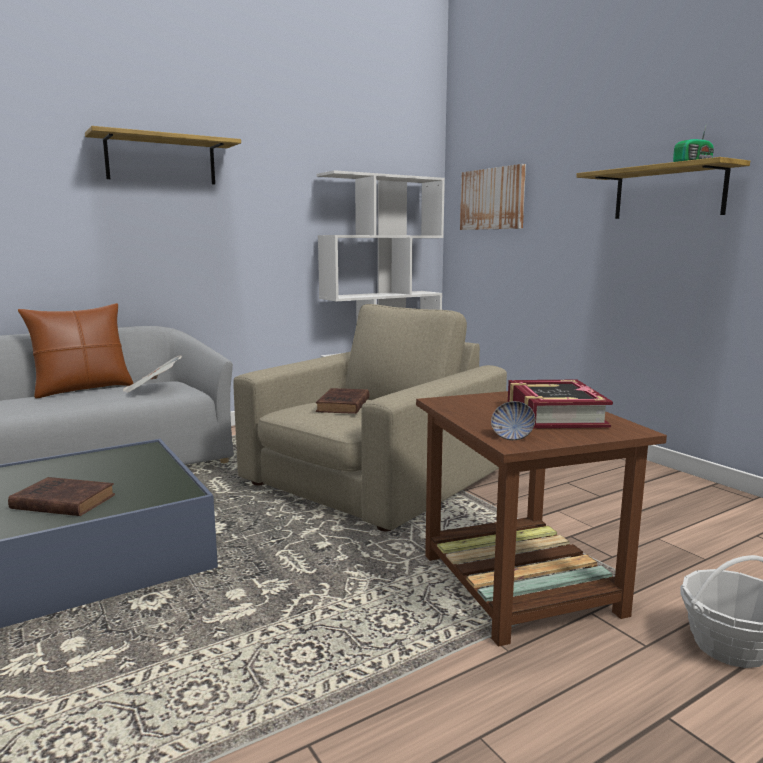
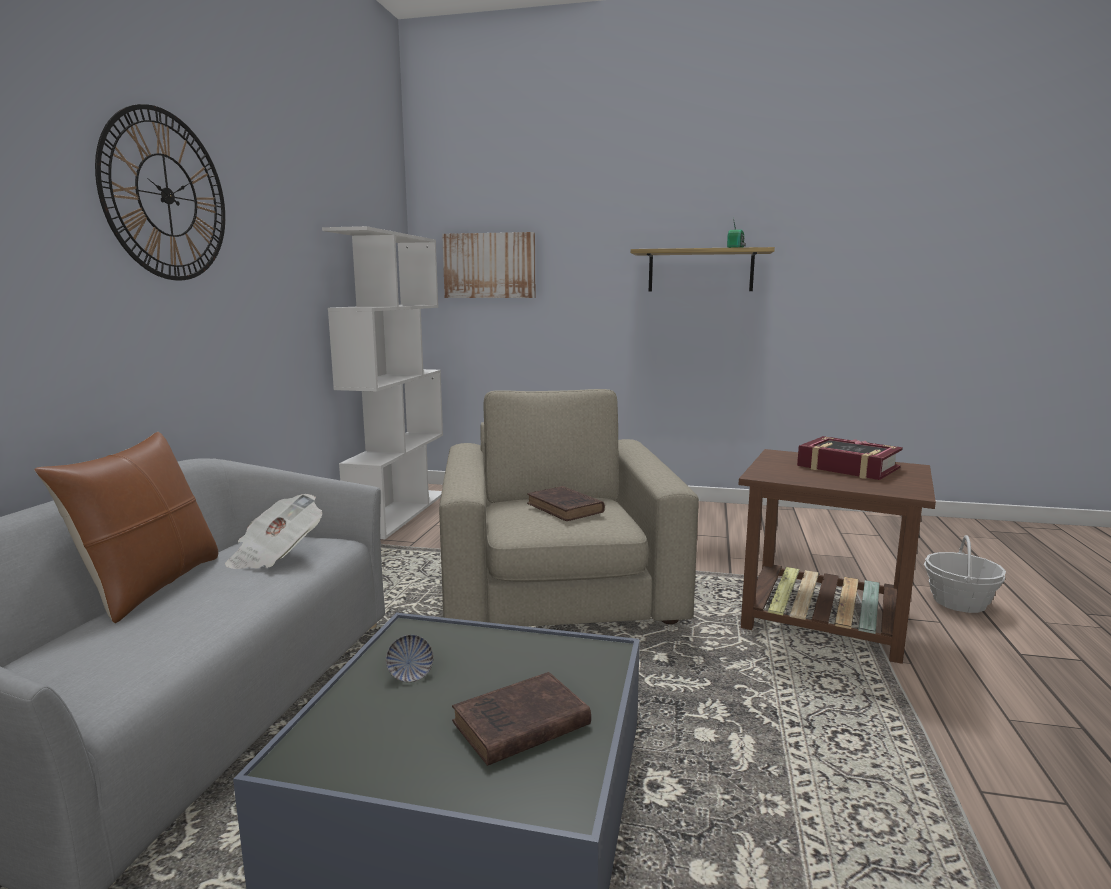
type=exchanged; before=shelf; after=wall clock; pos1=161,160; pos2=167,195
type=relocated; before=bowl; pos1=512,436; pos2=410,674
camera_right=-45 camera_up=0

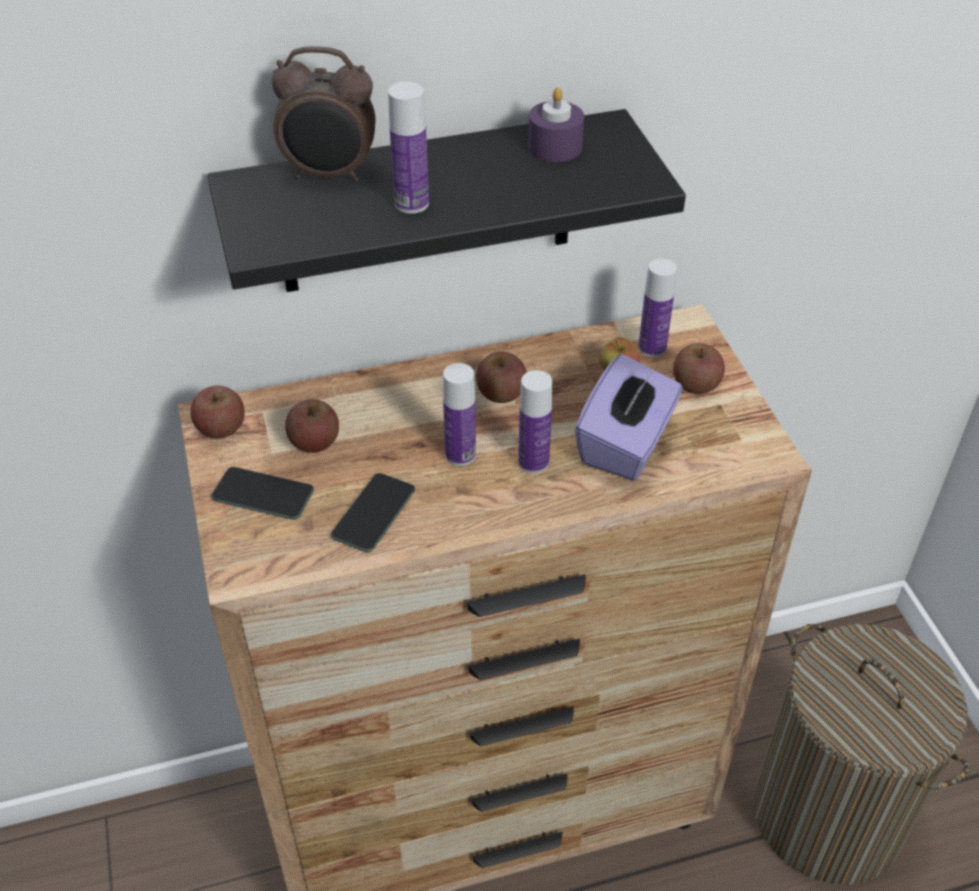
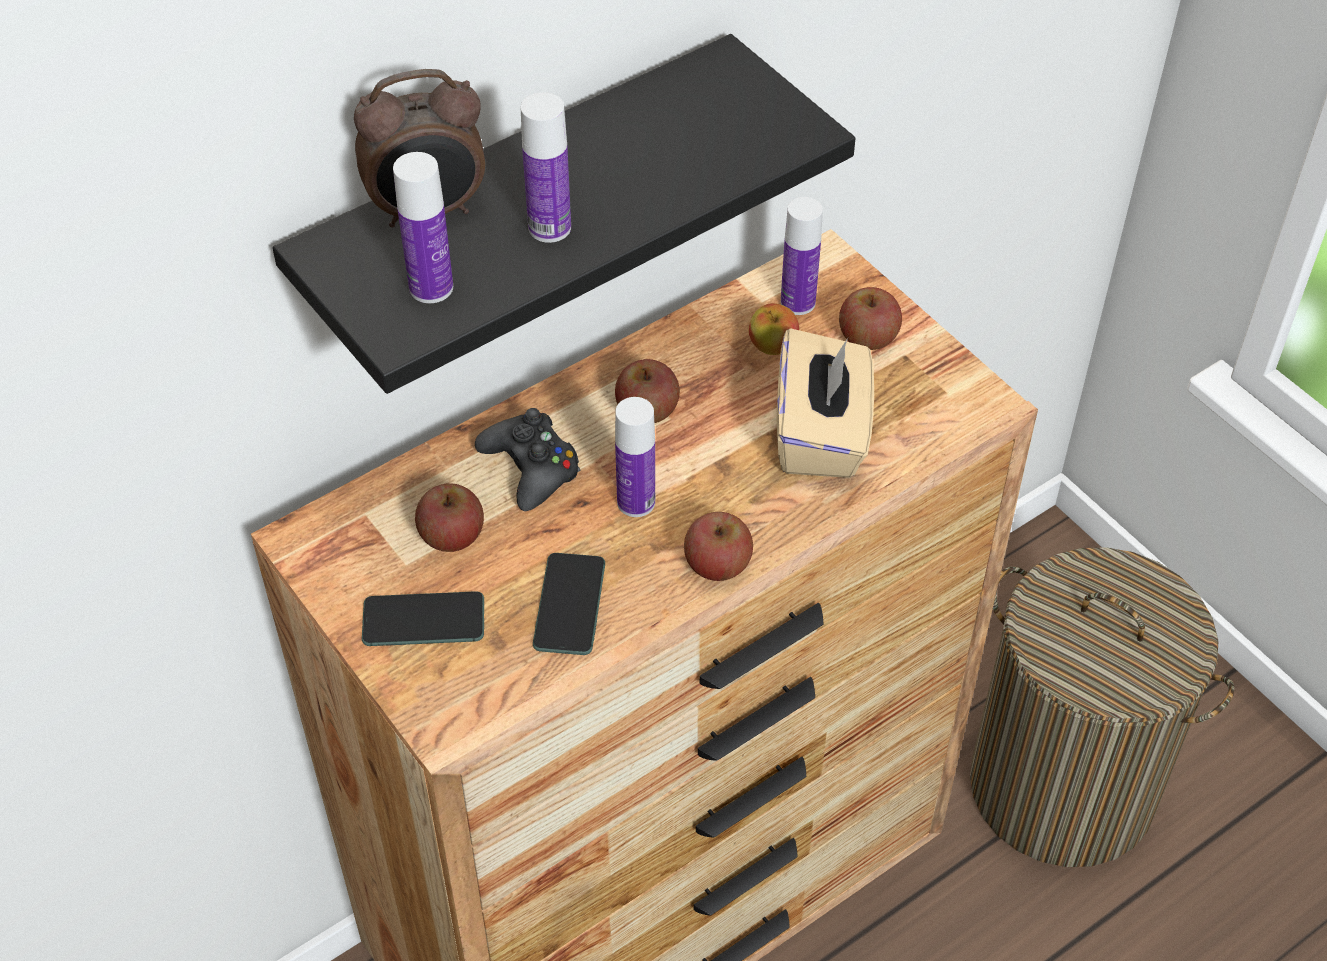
type=relocated; before=bottle; pos1=533,462; pos2=431,287
type=appeared; after=game controller (black); pos2=531,468
type=relocated; before=apple; pos1=221,428; pos2=717,564
type=colour; before=tissue box (purple); after=tissue box (beige); pos1=626,444; pos2=821,434
type=missing; before=candle (purple); pos1=555,147
camera_right=-20 camera_up=5

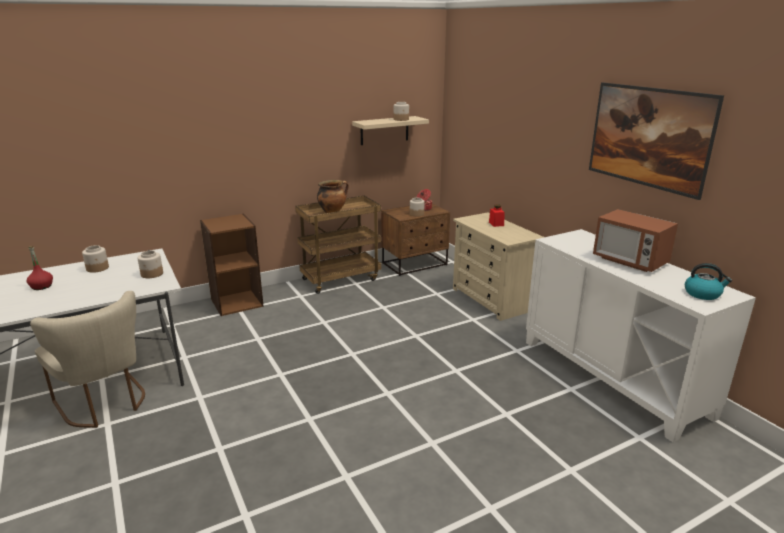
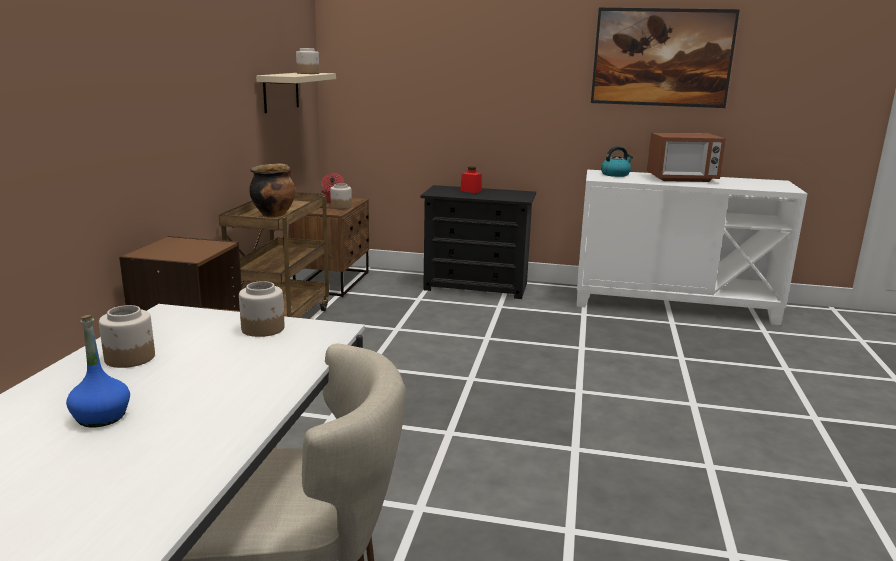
type=colour; before=bottle (red); after=bottle (blue); pos1=41,286; pos2=101,417
type=colour; before=dresser (beige); after=dresser (black); pos1=491,299; pos2=476,286
type=relocated; before=kettle; pos1=703,294; pos2=615,174
camera_right=-50 camera_up=-5

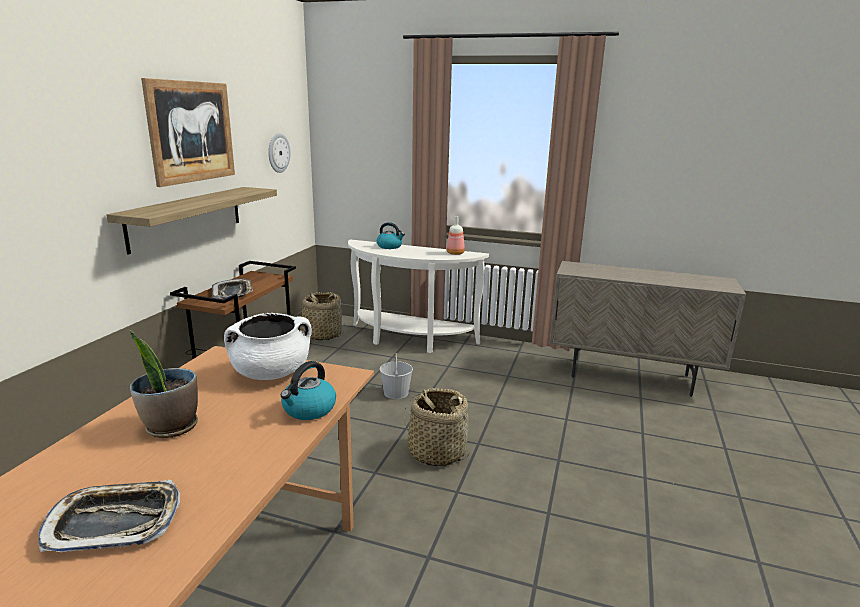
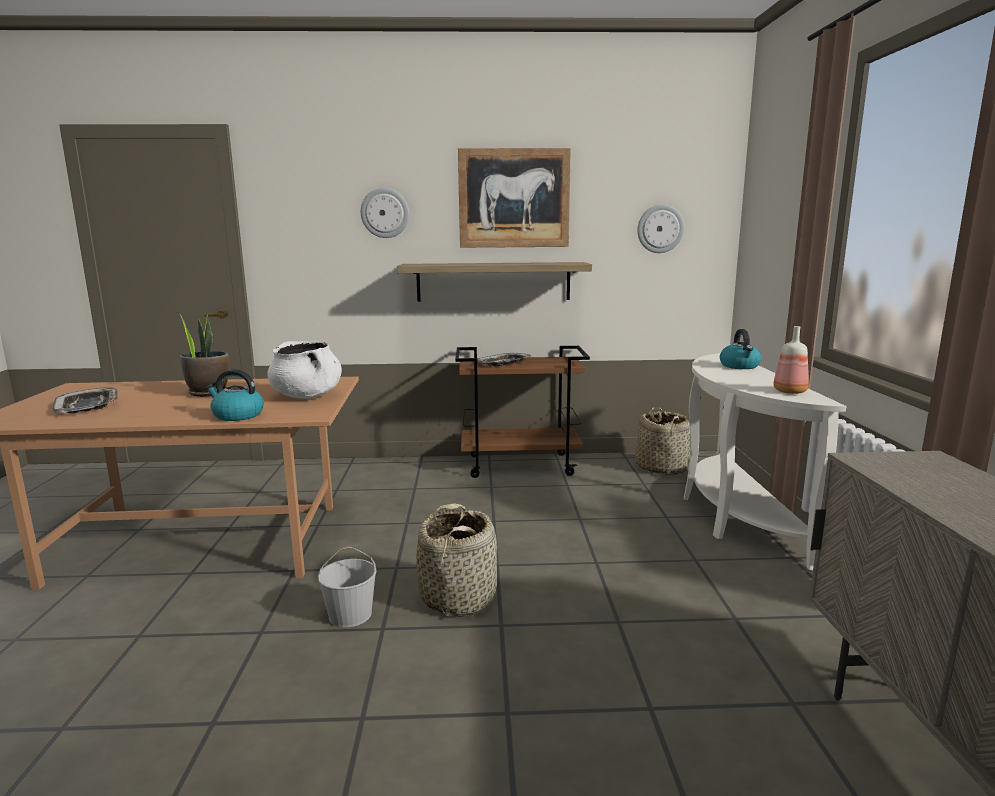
type=relocated; before=bucket (white); pos1=396,392; pos2=351,614
type=appeared; after=wall clock; pos2=385,213
camera_right=70 camera_up=-5

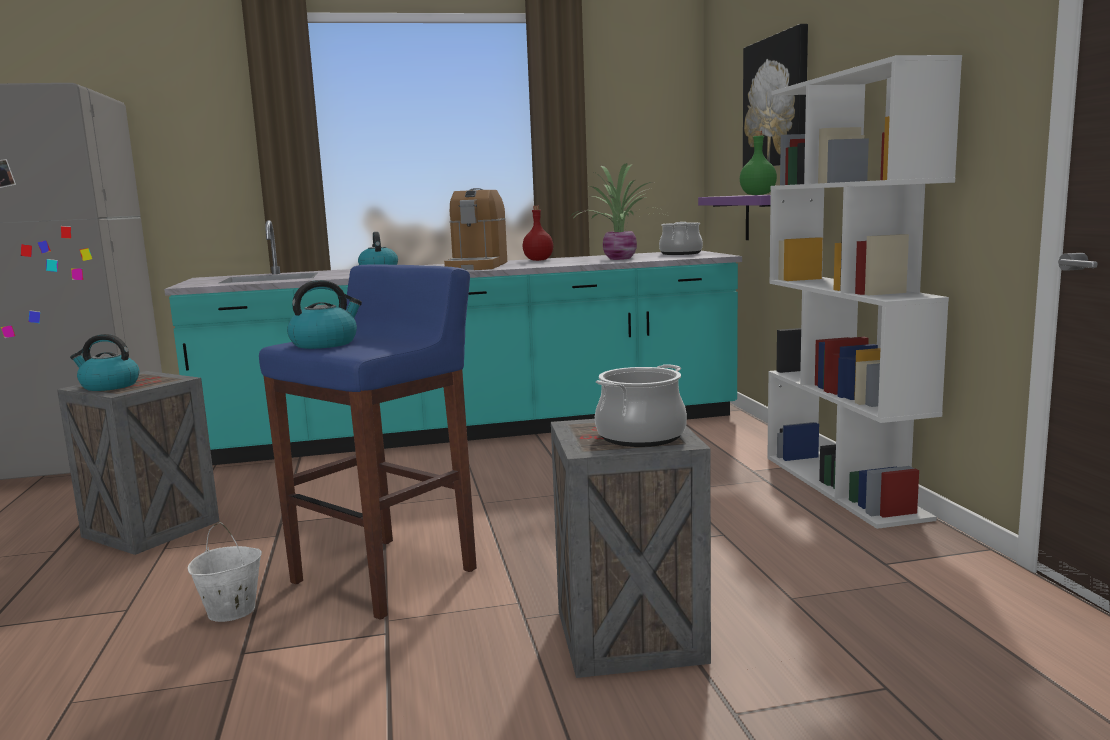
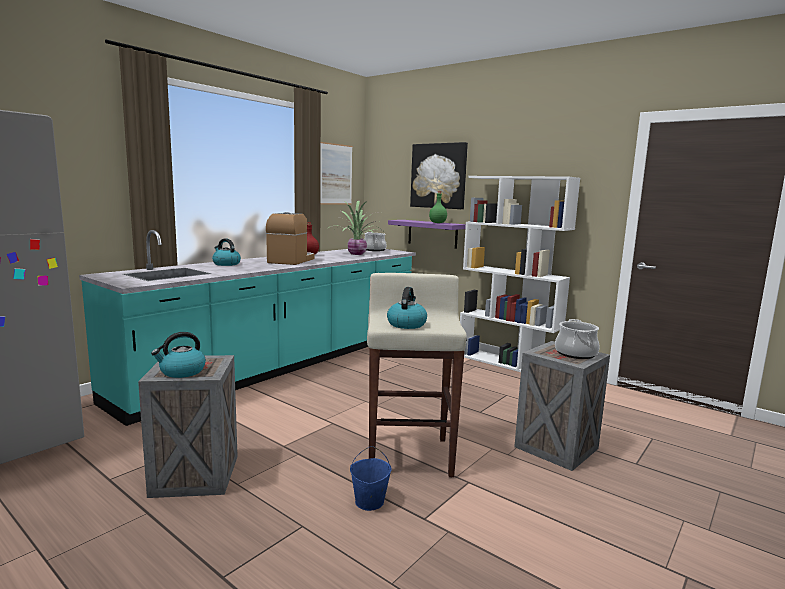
type=spun; before=coffee machine; pos1=477,266; pos2=291,260; turn=-135
type=appeared; after=picture; pos2=336,174
type=colour; before=bucket (white); after=bucket (blue); pos1=231,611; pos2=369,502
type=colour; before=stool (blue); after=stool (beige); pos1=387,575; pos2=409,455
camera_right=-40 camera_up=0

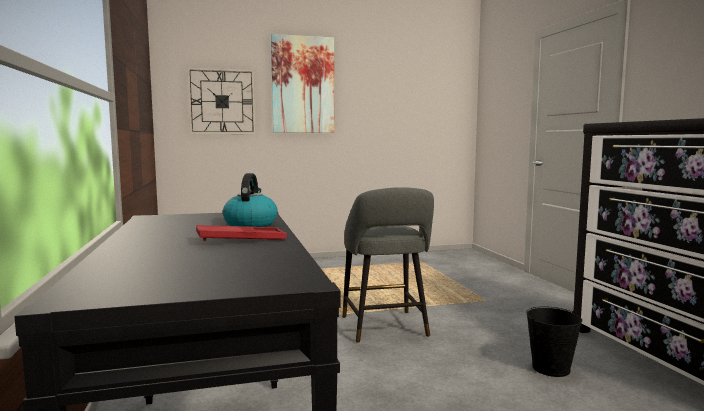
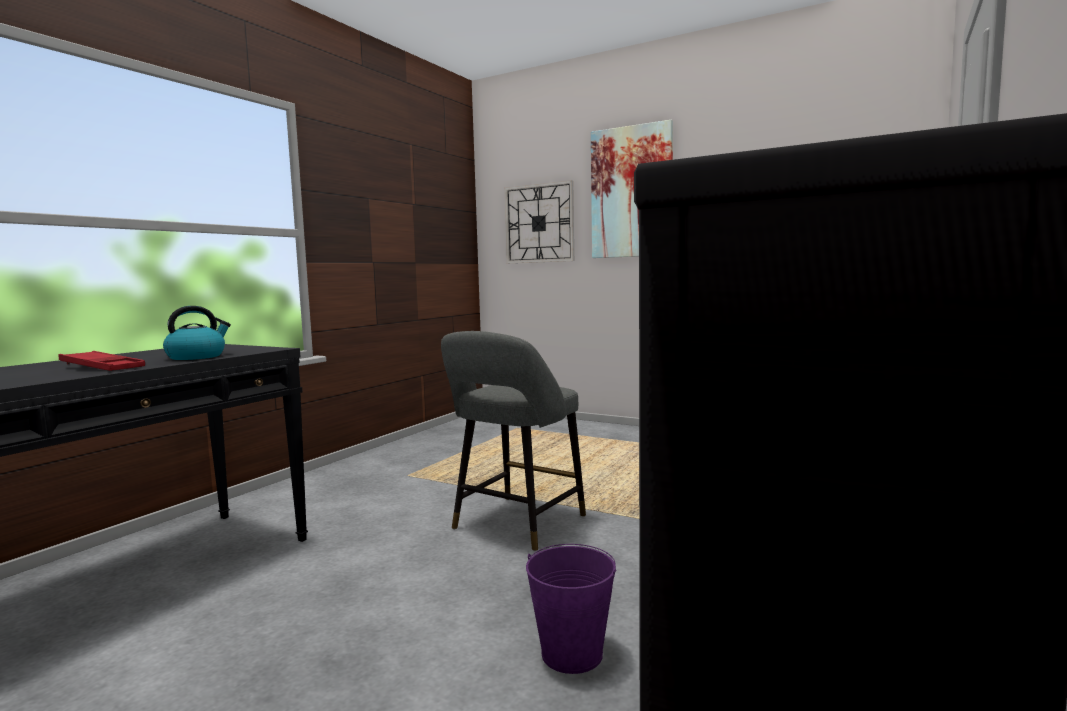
type=colour; before=bucket (black); after=bucket (purple); pos1=551,368; pos2=572,654
camera_right=45 camera_up=0

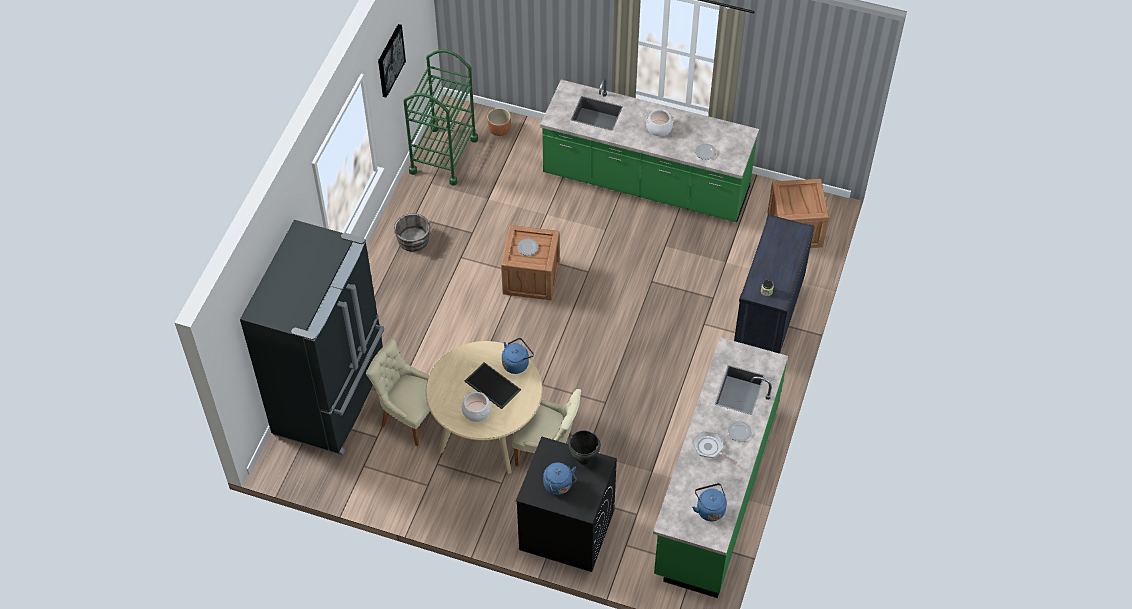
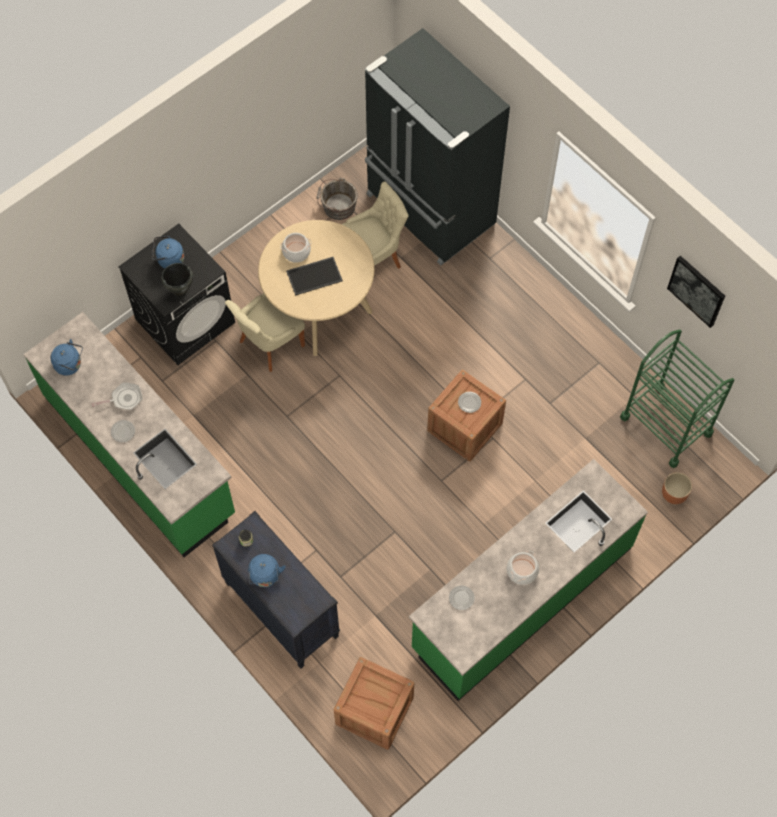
type=relocated; before=kettle (blue); pos1=517,363; pos2=265,576
type=relocated; before=bucket (grey); pos1=414,241; pos2=337,206
camera_right=120 camera_up=10

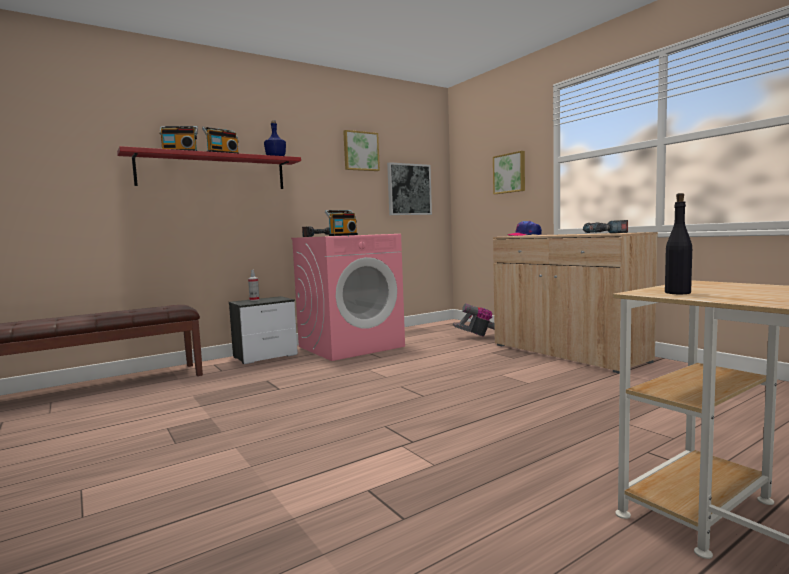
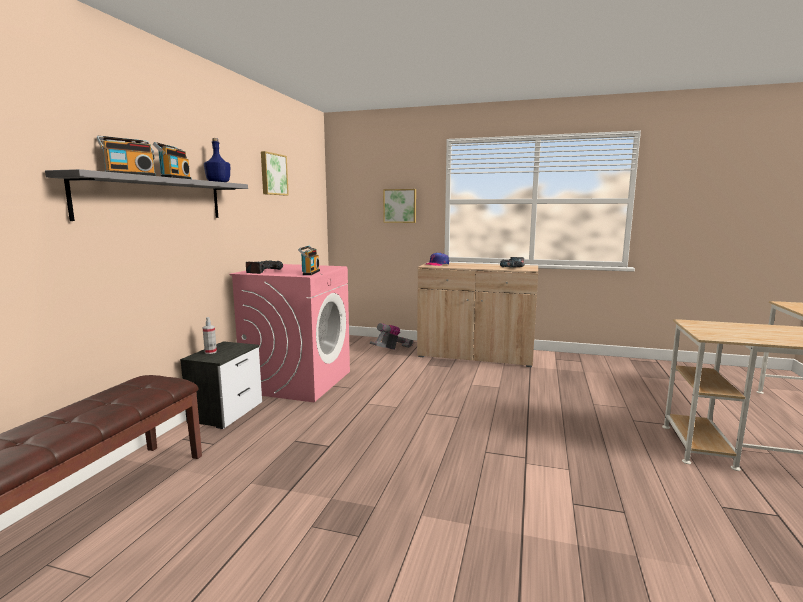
type=colour; before=shelf (red); after=shelf (grey); pos1=213,172; pos2=155,199
type=missing; before=picture; pos1=409,189
type=missing; before=bottle (black); pos1=678,293
camera_right=-40 camera_up=5

